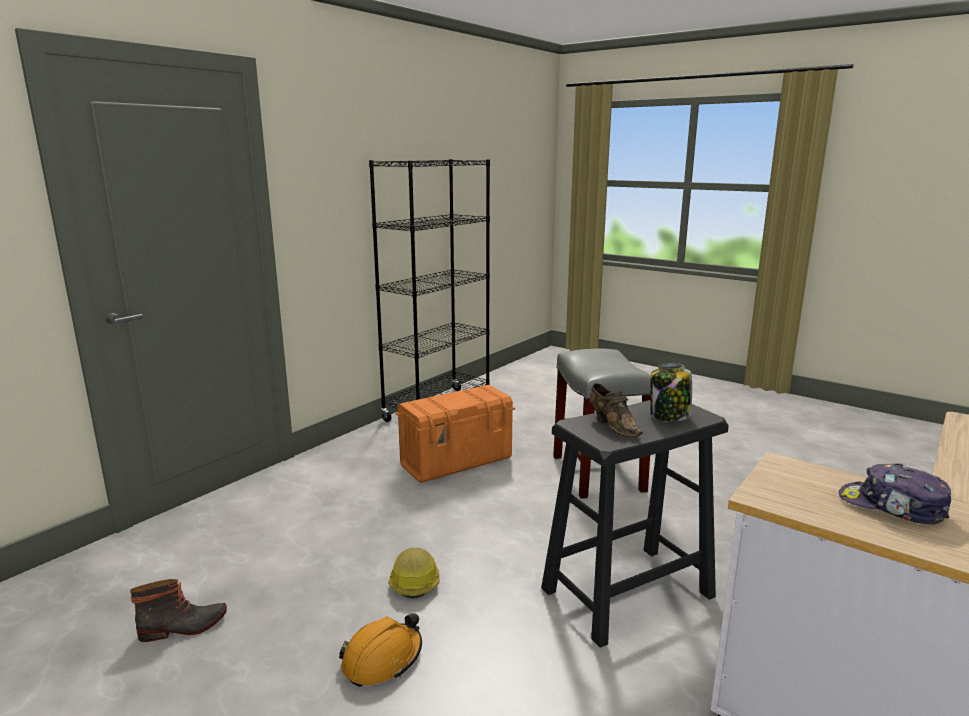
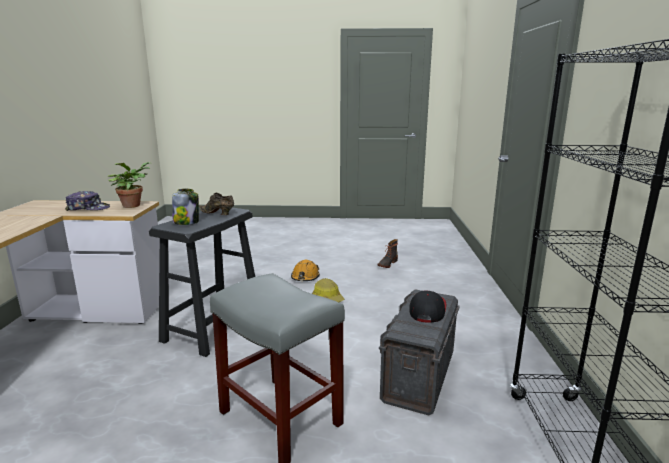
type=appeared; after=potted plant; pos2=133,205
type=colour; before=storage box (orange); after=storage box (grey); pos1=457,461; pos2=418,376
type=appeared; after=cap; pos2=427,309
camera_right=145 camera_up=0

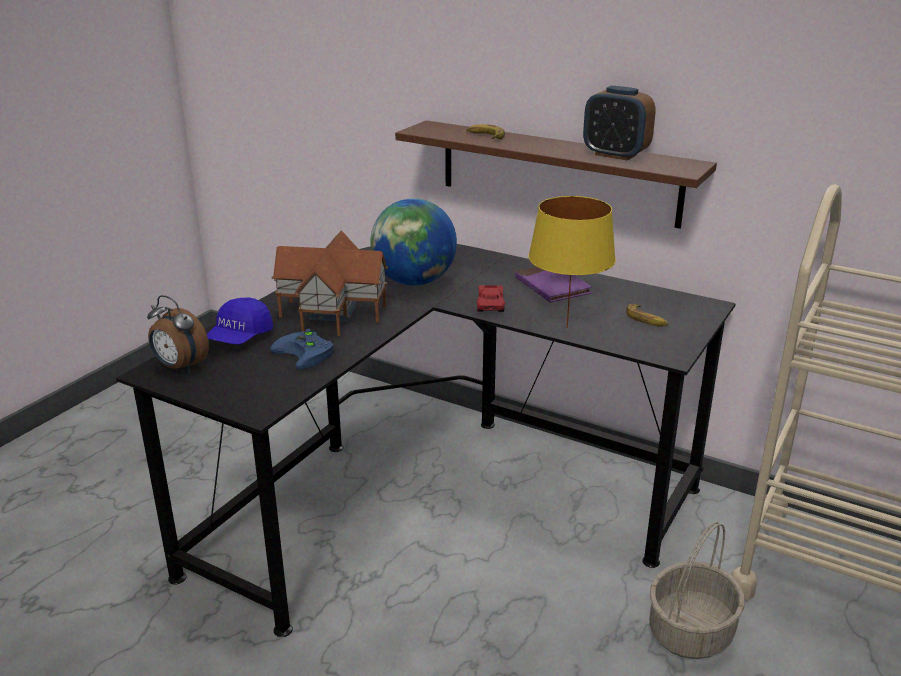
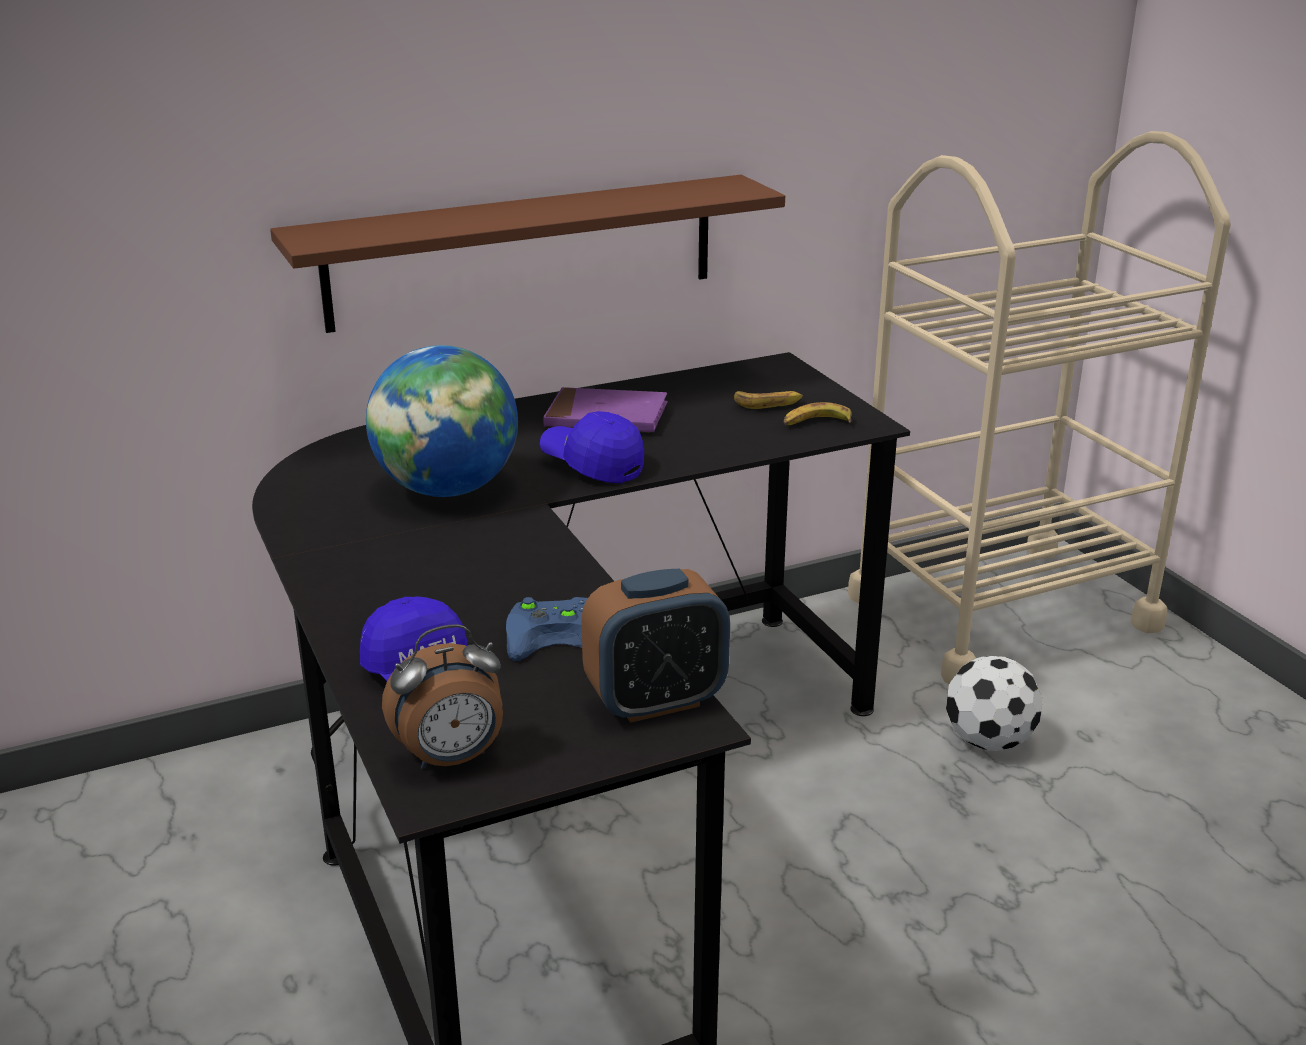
type=exchanged; before=toy car (red); after=cap (blue); pos1=490,302; pos2=592,465
type=relocated; before=alarm clock; pos1=615,155; pos2=656,701
type=relocated; before=banana; pos1=485,136; pos2=816,423
type=exchanged; before=basket; after=football; pos1=690,631; pos2=987,740
type=missing; before=toy house; pos1=331,312
type=missing; before=table lamp (yellow); pos1=567,328
camera_right=-55 camera_up=0

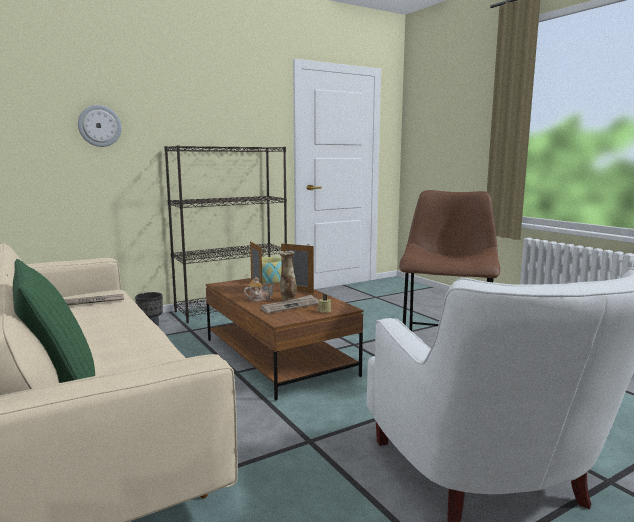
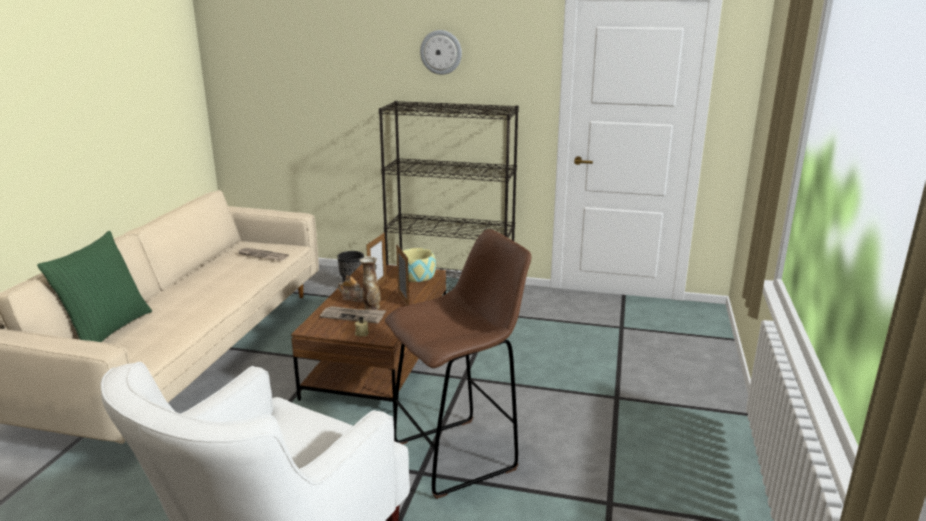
type=relocated; before=wall clock; pos1=99,126; pos2=441,52
camera_right=45 camera_up=10

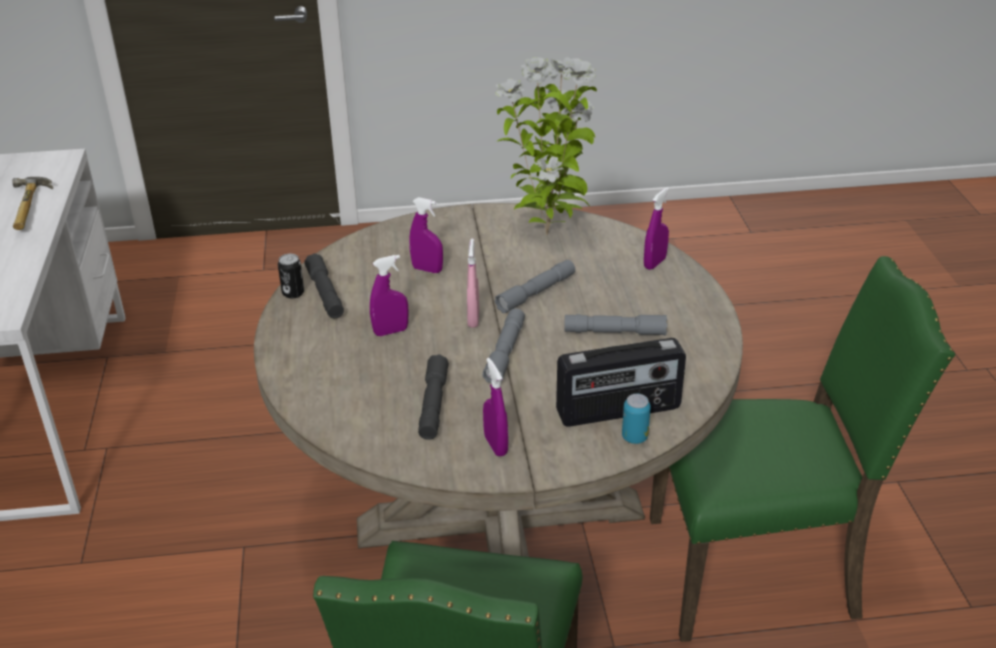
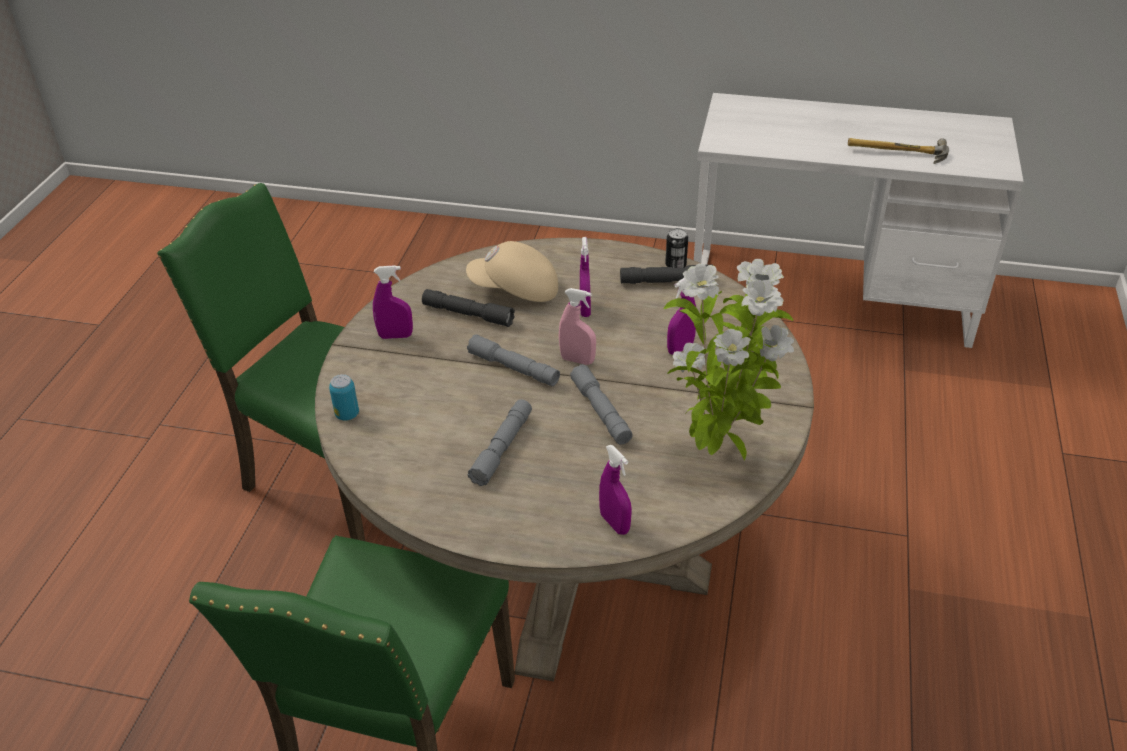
type=appeared; after=cap (beige); pos2=515,290
type=missing; before=radio; pos1=618,411
camera_right=110 camera_up=5

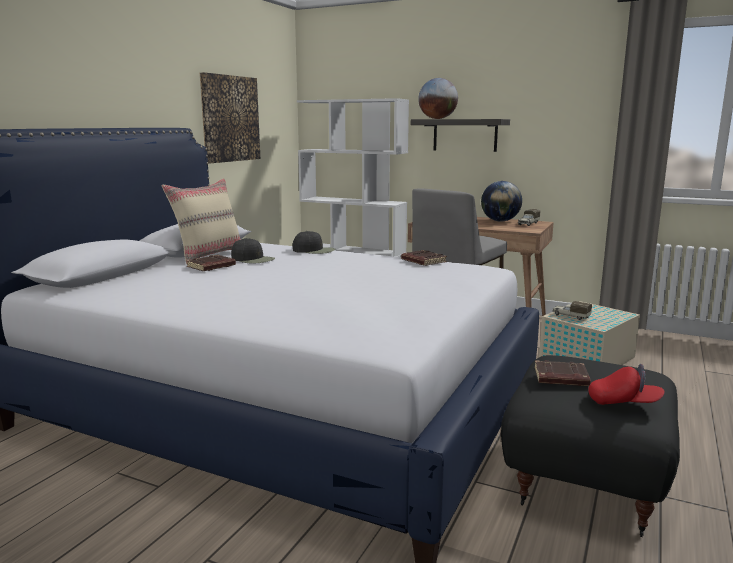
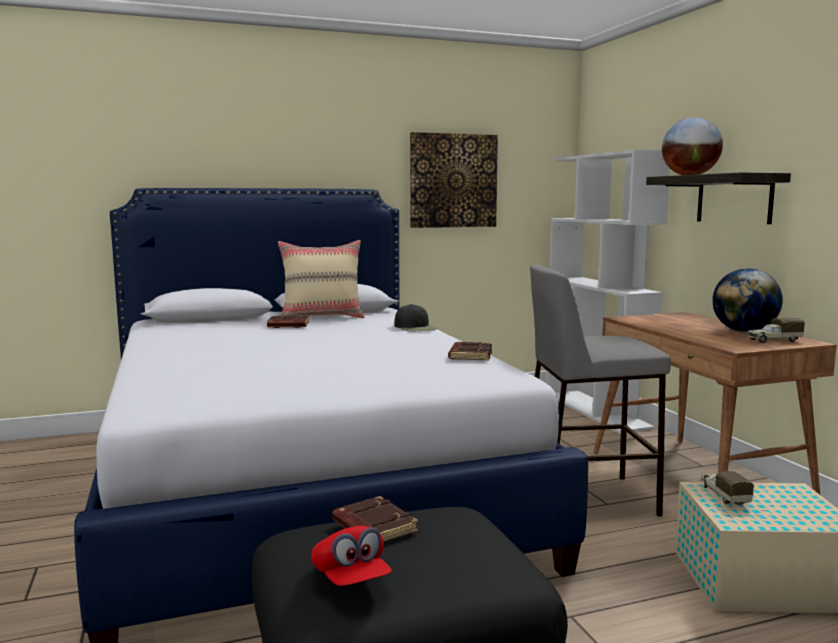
type=missing; before=cap (black); pos1=253,259
camera_right=45 camera_up=-5

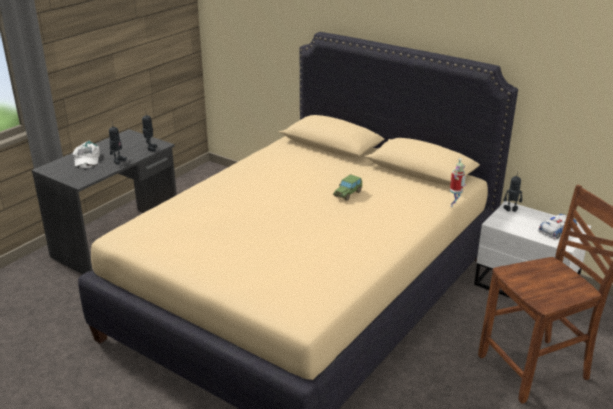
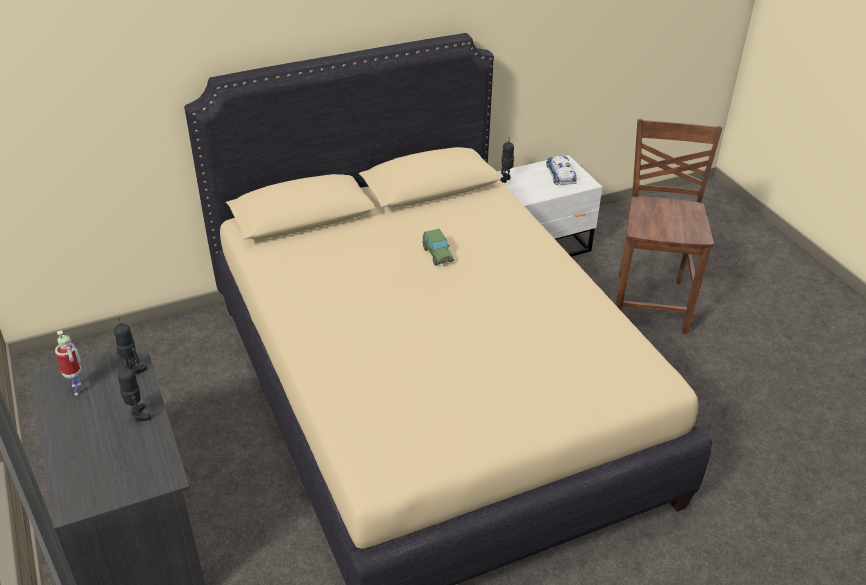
type=relocated; before=toy robot; pos1=454,205; pos2=78,389
type=missing; before=cap (white); pos1=86,159
camera_right=-60 camera_up=10

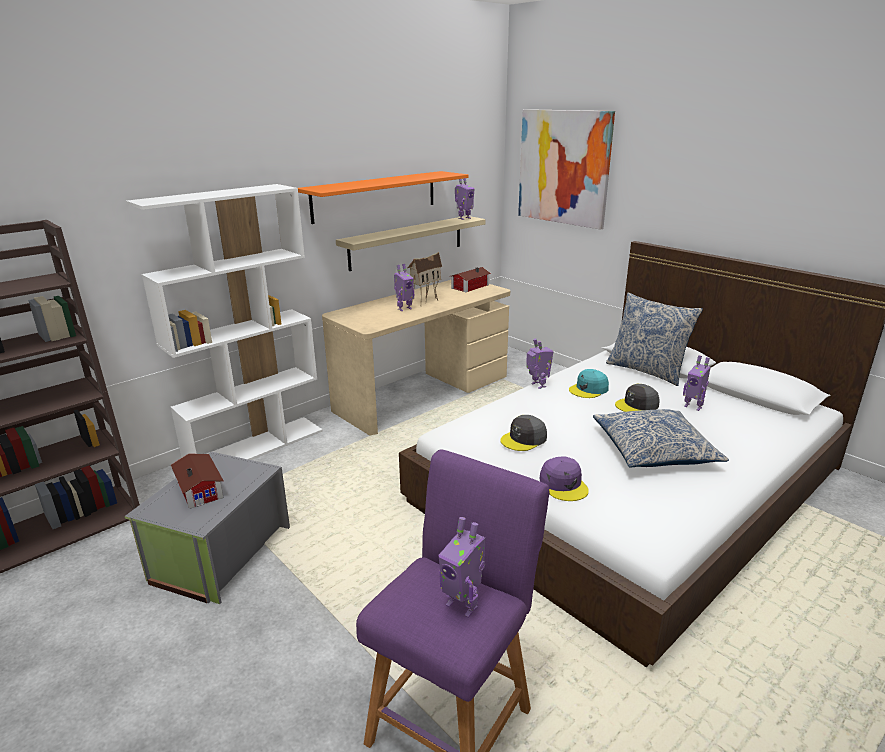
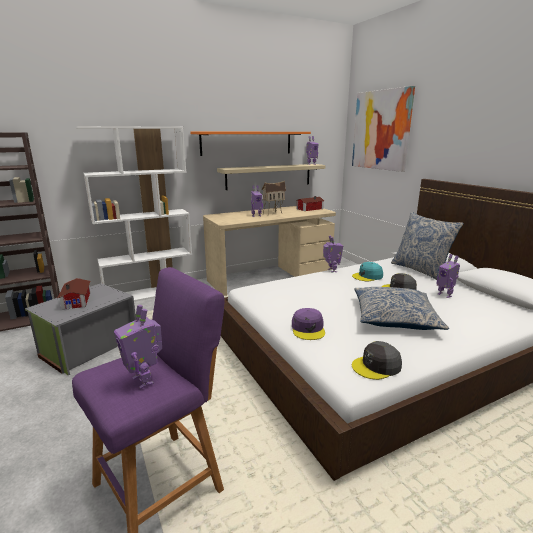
type=relocated; before=cap (grey); pos1=524,439; pos2=376,366
camera_right=15 camera_up=-5

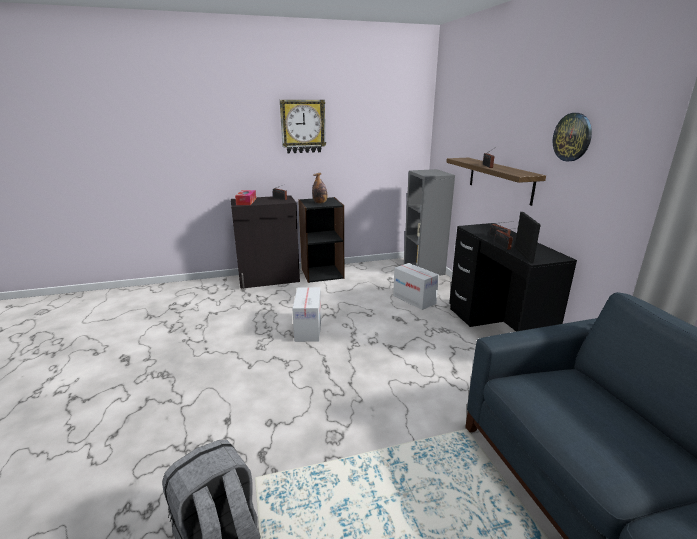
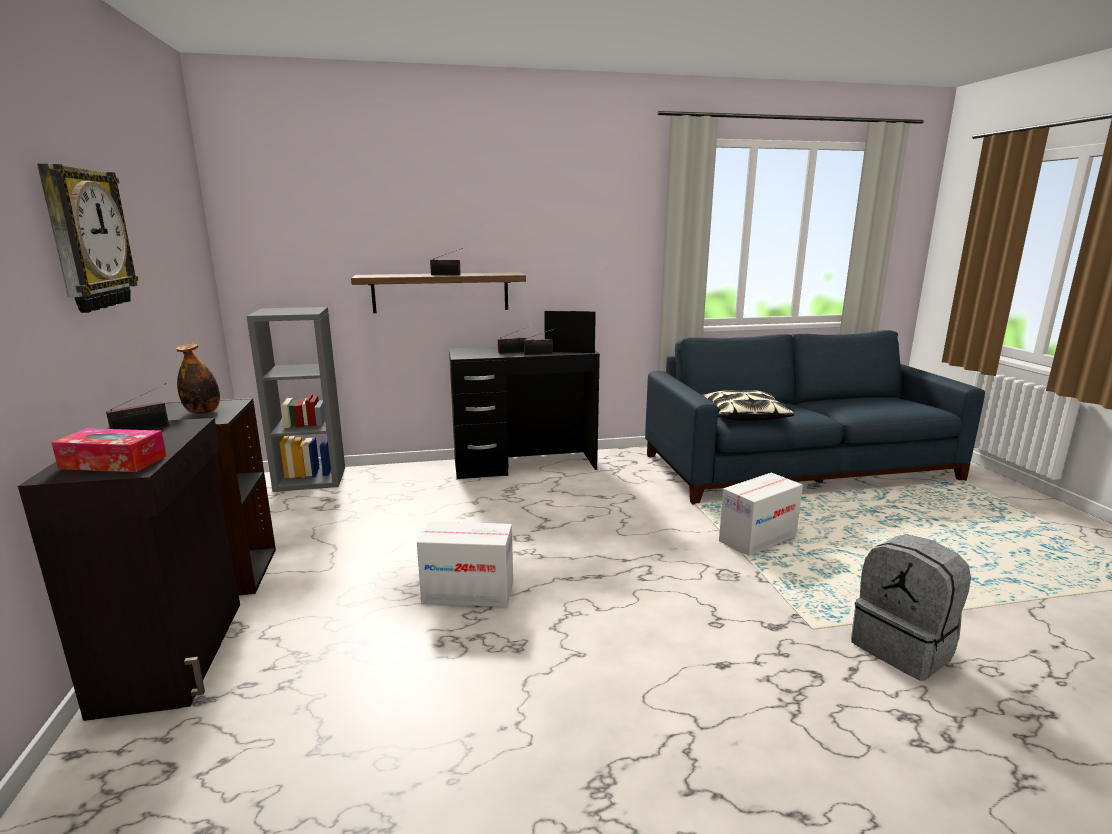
type=appeared; after=pillow; pos2=743,415
type=relocated; before=cardboard box; pos1=414,299; pos2=757,538
type=missing; before=wall clock; pos1=572,137
camera_right=-85 camera_up=-5

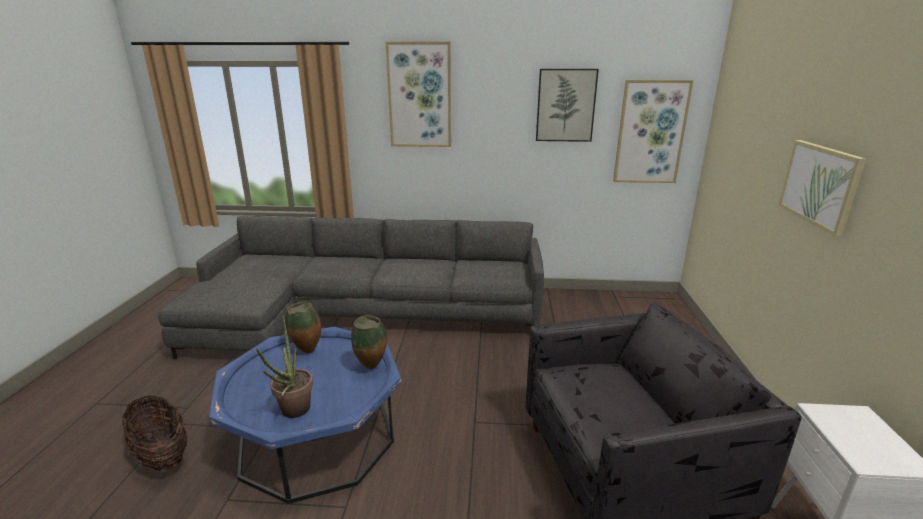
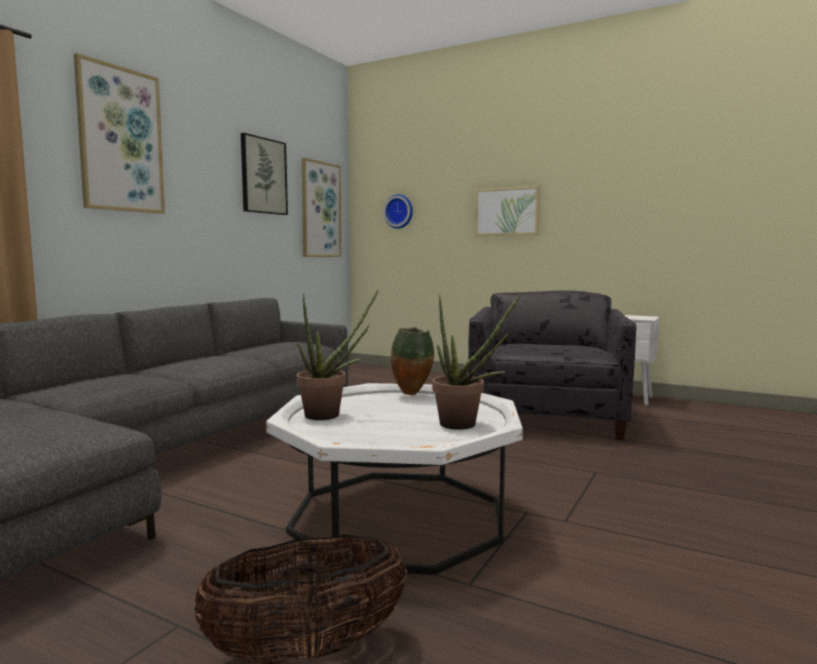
type=colour; before=coffee table (blue); after=coffee table (white); pos1=317,438; pos2=398,517
type=exchanged; before=vase; after=potted plant; pos1=306,351; pos2=330,415
type=appeared; after=wall clock; pos2=399,211
camera_right=-65 camera_up=-15

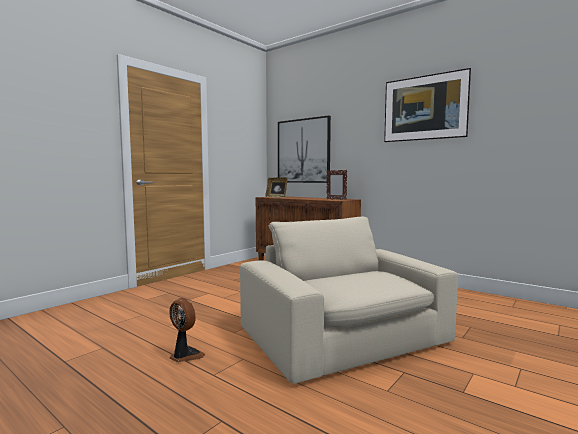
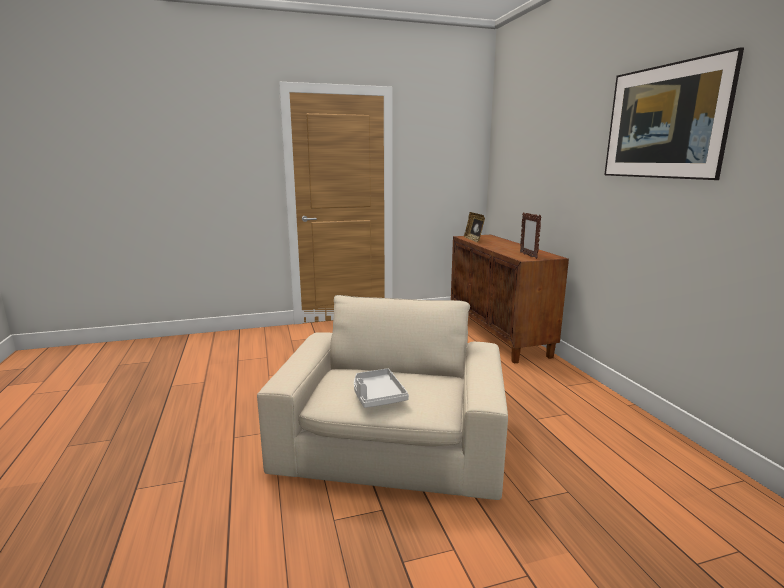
type=appeared; after=tray (grey); pos2=377,396
type=missing; before=fan; pos1=185,355
type=missing; before=picture; pos1=303,151
camera_right=35 camera_up=10

